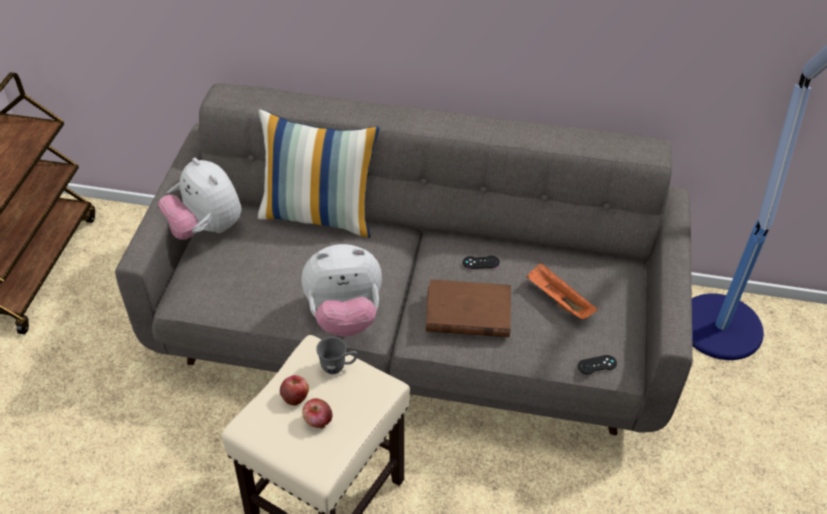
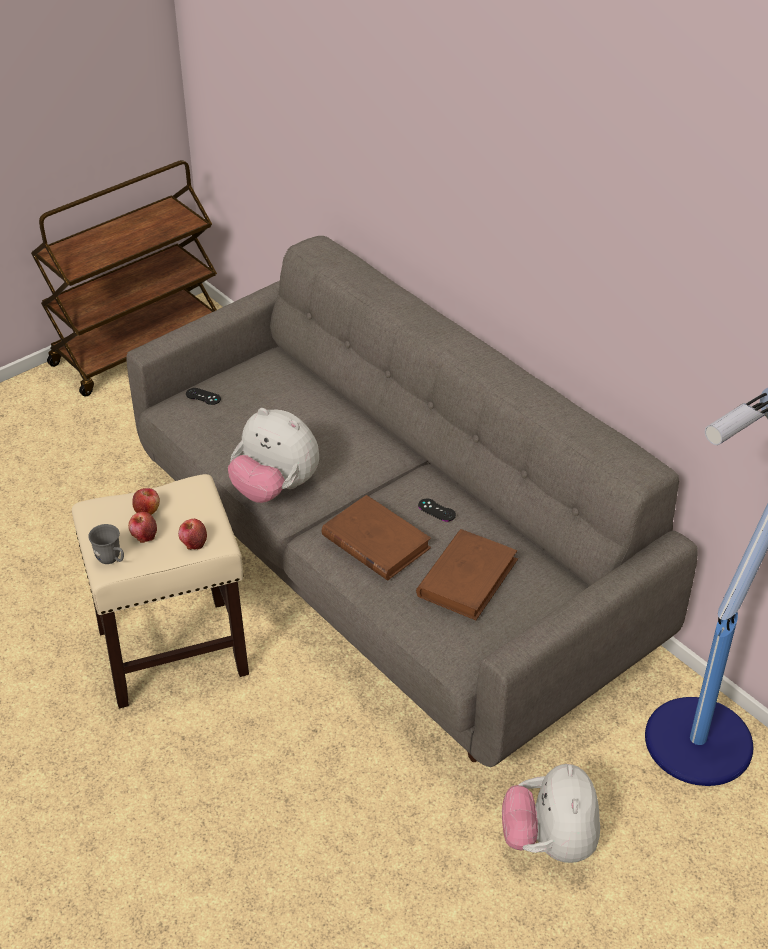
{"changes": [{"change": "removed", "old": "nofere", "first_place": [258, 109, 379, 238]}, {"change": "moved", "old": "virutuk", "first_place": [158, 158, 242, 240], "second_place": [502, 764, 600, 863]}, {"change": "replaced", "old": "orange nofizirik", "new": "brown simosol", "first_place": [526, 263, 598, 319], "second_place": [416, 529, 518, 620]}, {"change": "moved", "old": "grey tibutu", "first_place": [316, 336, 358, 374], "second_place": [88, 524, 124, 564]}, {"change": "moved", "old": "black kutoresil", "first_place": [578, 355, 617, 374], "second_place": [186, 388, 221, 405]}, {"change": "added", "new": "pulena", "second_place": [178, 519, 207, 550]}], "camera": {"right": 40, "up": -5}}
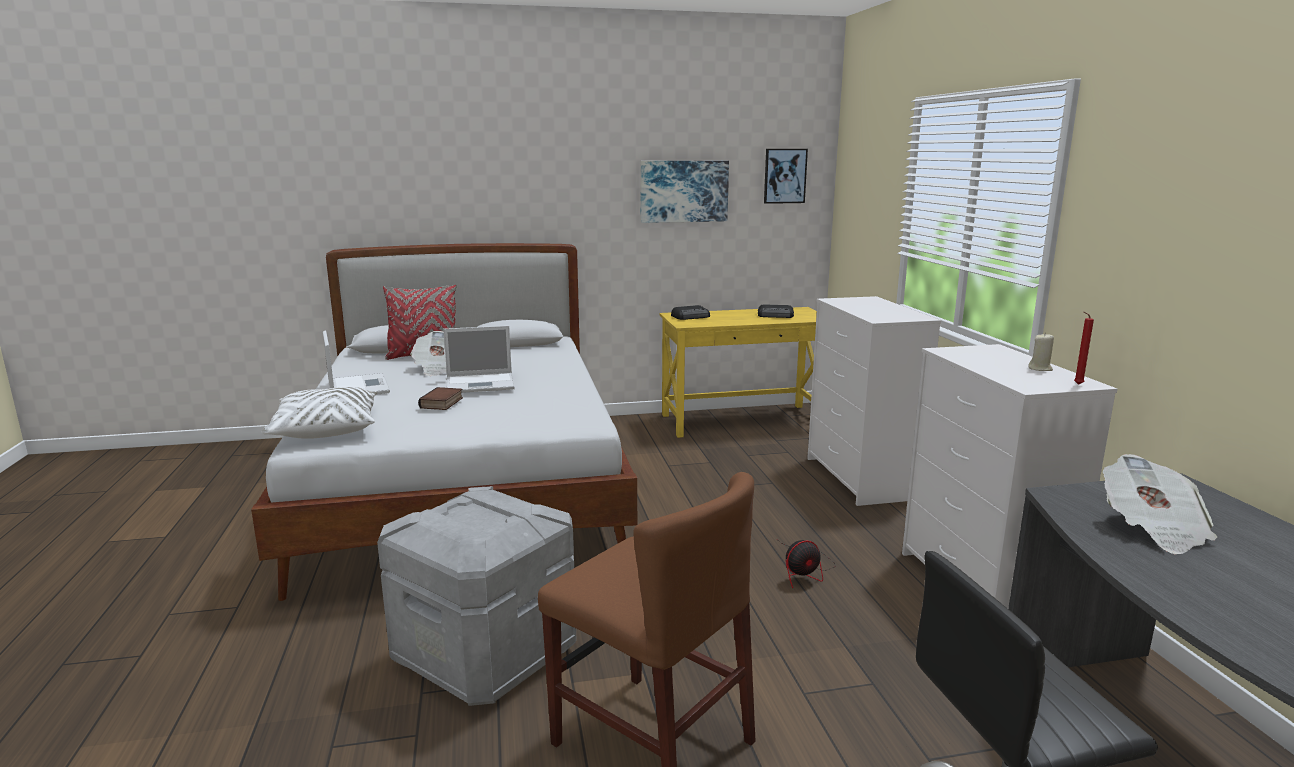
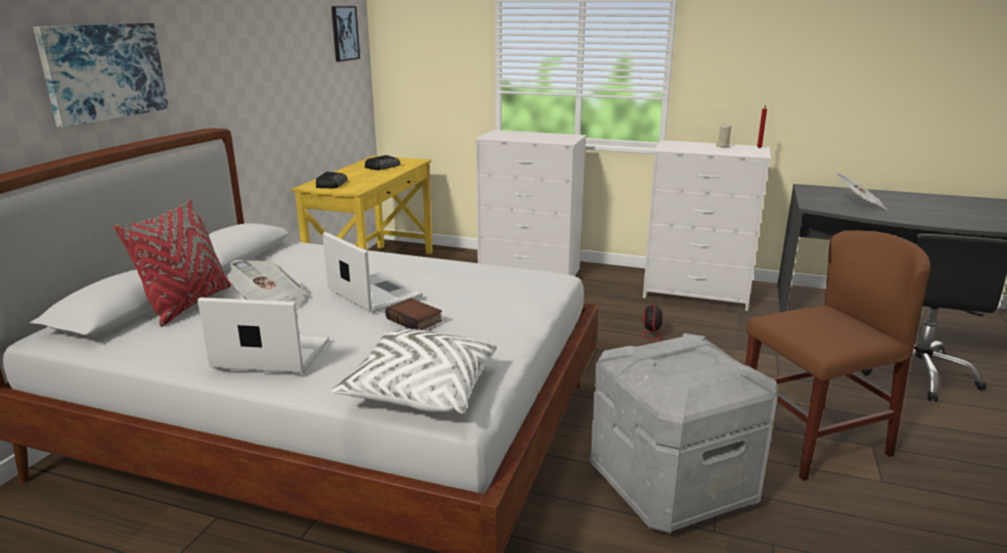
{"changes": [{"change": "moved", "old": "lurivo", "first_place": [640, 161, 729, 223], "second_place": [33, 23, 169, 128]}, {"change": "turned", "old": "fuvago", "first_place": [443, 326, 515, 393], "second_place": [322, 232, 423, 313], "degrees": -60}], "camera": {"right": -60, "up": 5}}
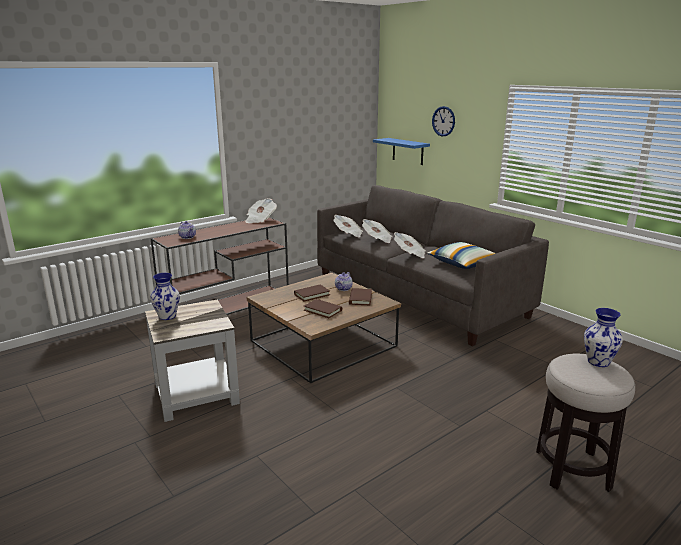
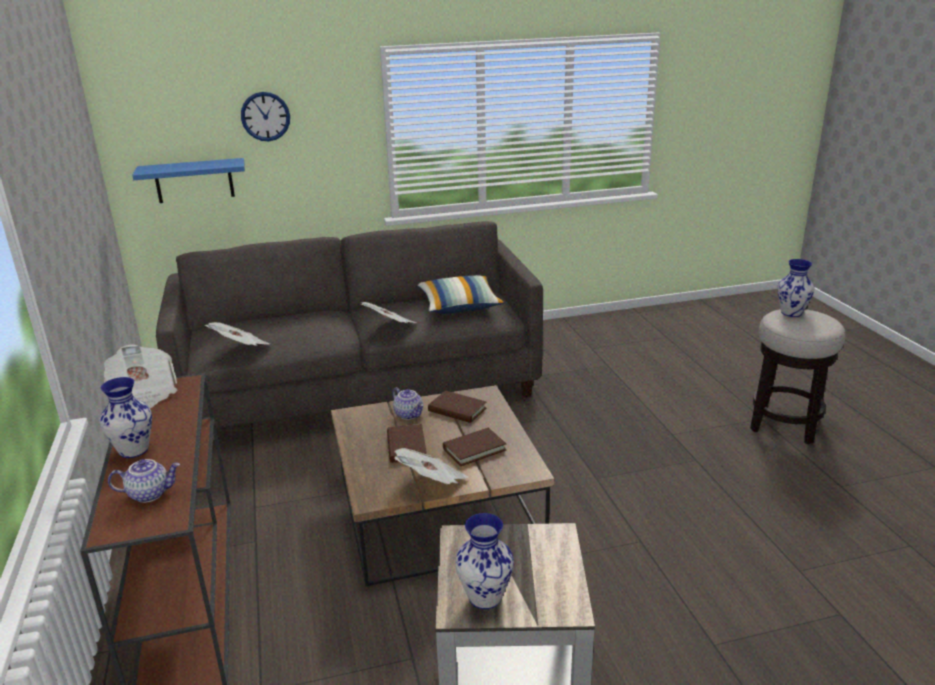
{"changes": [{"change": "moved", "old": "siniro", "first_place": [362, 219, 393, 243], "second_place": [394, 448, 469, 485]}, {"change": "added", "new": "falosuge", "second_place": [99, 377, 152, 458]}], "camera": {"right": -65, "up": 5}}
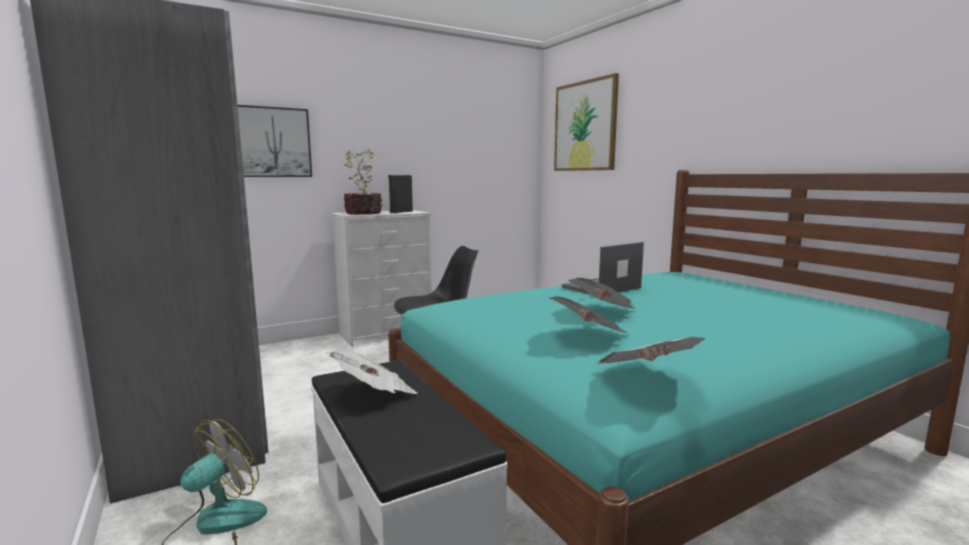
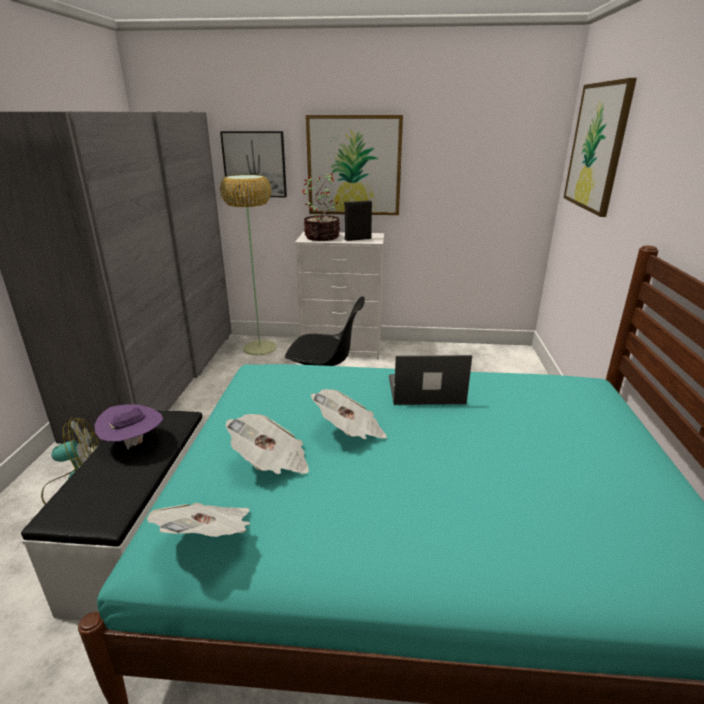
{"changes": [{"change": "replaced", "old": "siniro", "new": "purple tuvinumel", "first_place": [326, 351, 418, 394], "second_place": [94, 404, 163, 450]}, {"change": "added", "new": "lurivo", "second_place": [306, 115, 403, 215]}, {"change": "added", "new": "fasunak", "second_place": [220, 174, 277, 356]}], "camera": {"right": 35, "up": 15}}
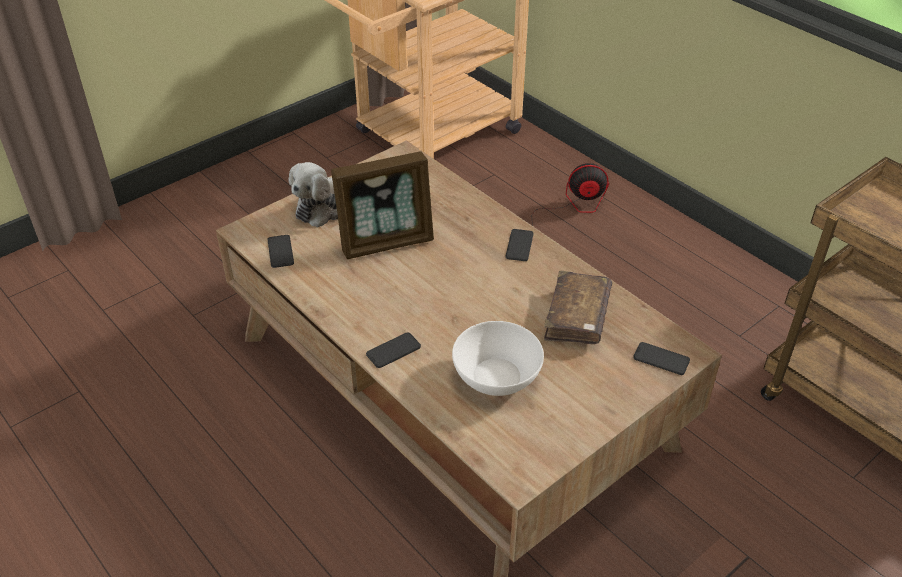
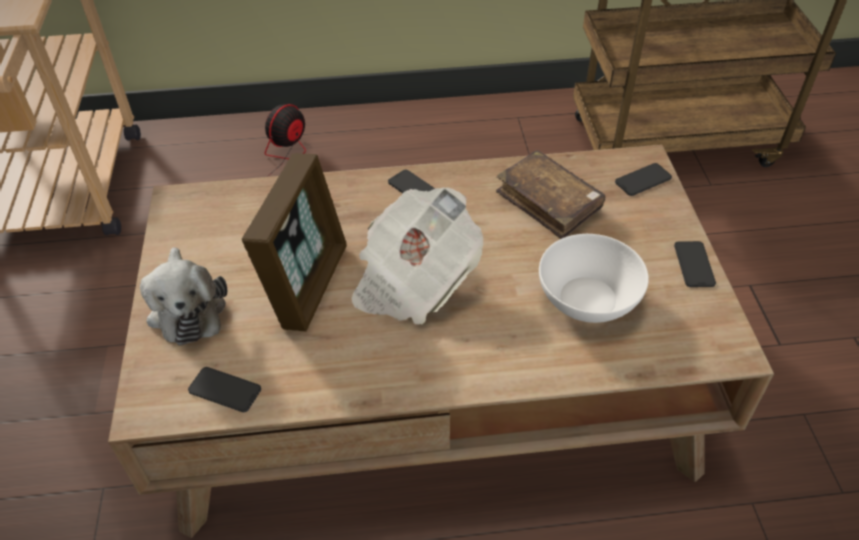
{"changes": [{"change": "moved", "old": "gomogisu", "first_place": [366, 332, 421, 368], "second_place": [674, 241, 716, 287]}, {"change": "added", "new": "siniro", "second_place": [351, 187, 483, 325]}], "camera": {"right": -55, "up": 5}}
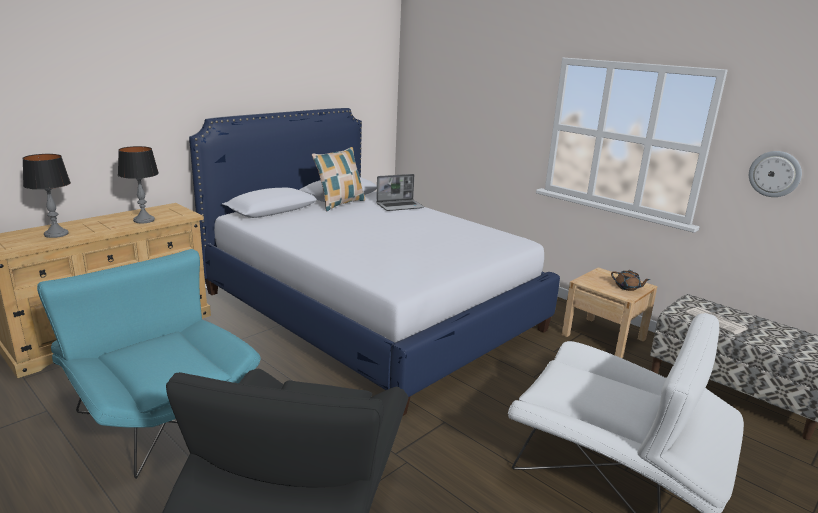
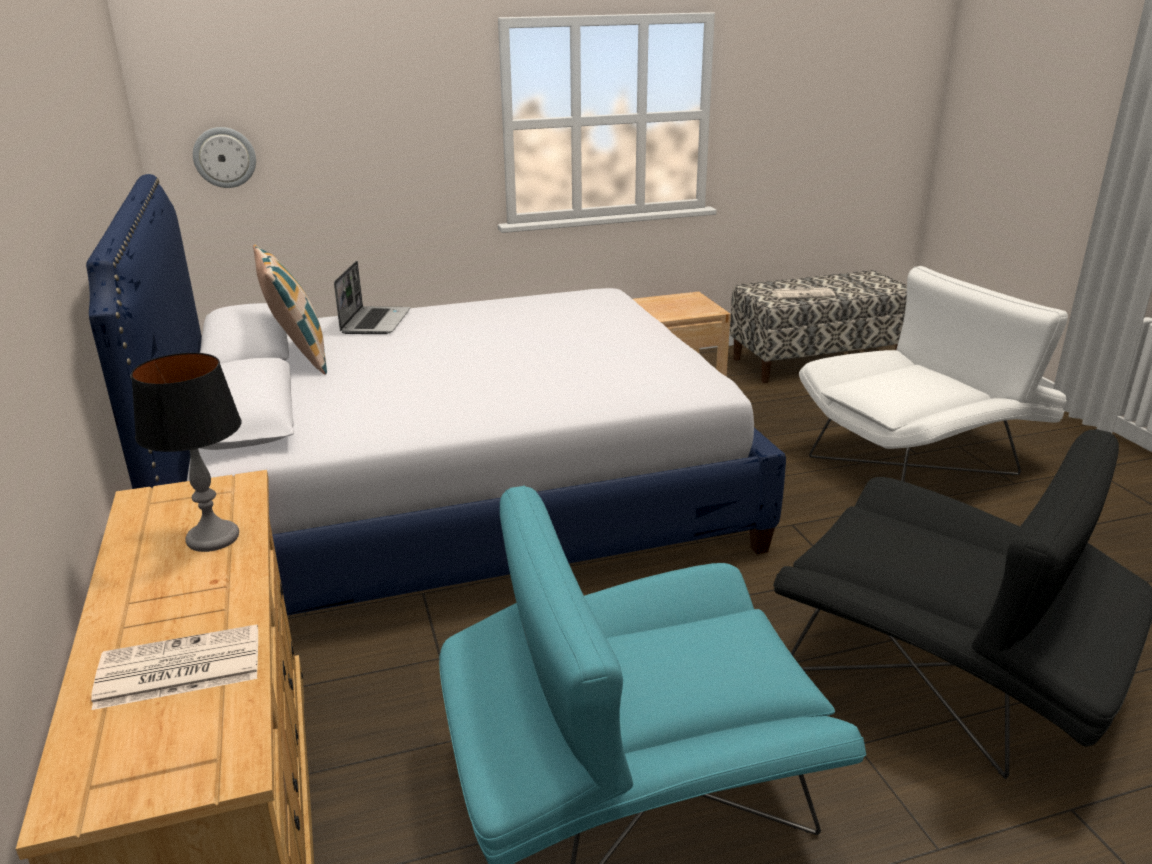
{"changes": [{"change": "moved", "old": "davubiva", "first_place": [749, 151, 802, 197], "second_place": [193, 127, 256, 188]}, {"change": "replaced", "old": "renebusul", "new": "siniro", "first_place": [22, 154, 71, 238], "second_place": [91, 624, 258, 710]}, {"change": "removed", "old": "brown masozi", "first_place": [611, 270, 651, 291]}], "camera": {"right": -60, "up": 5}}
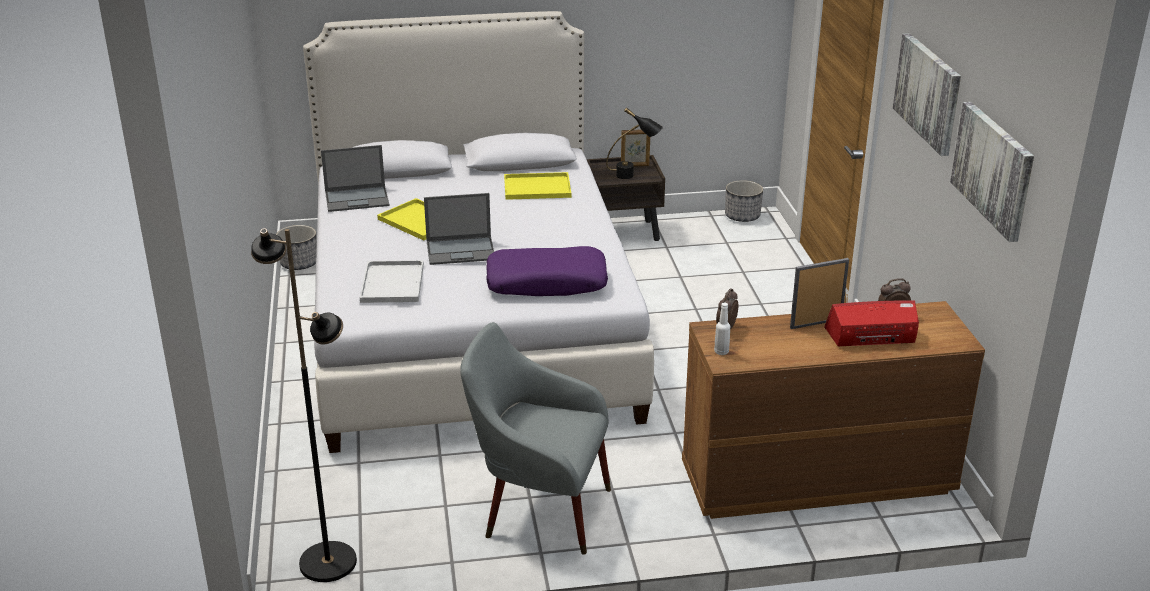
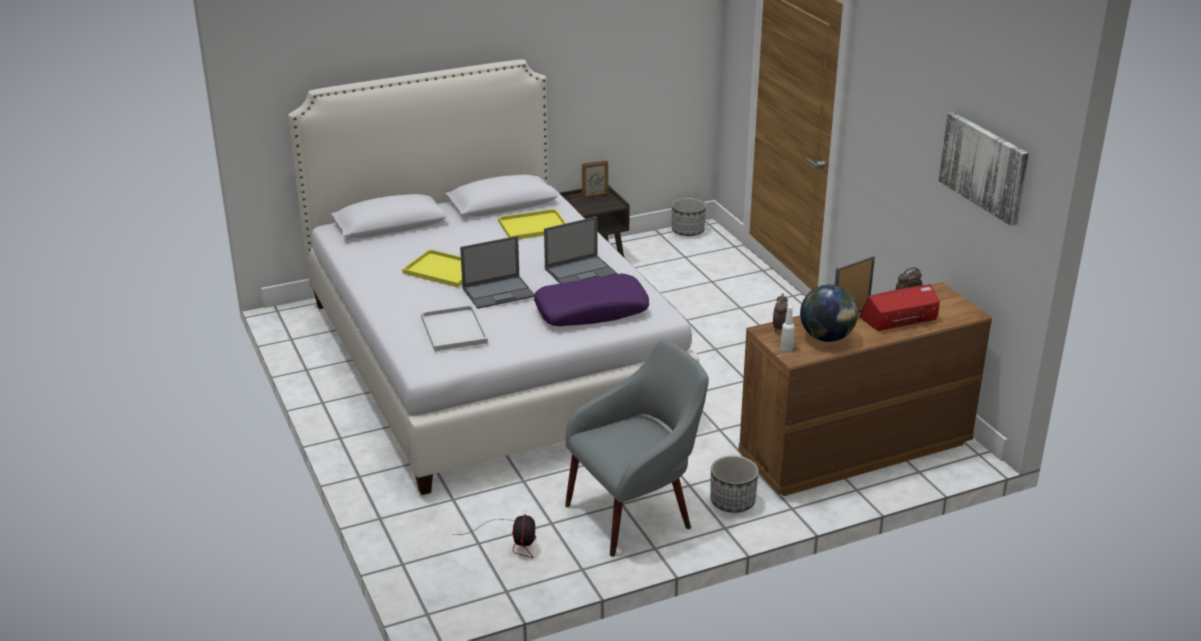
{"changes": [{"change": "removed", "old": "lurivo", "first_place": [893, 33, 961, 156]}, {"change": "removed", "old": "black renebusul", "first_place": [606, 108, 663, 179]}, {"change": "moved", "old": "fuvago", "first_place": [321, 145, 390, 212], "second_place": [544, 216, 617, 283]}, {"change": "moved", "old": "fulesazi", "first_place": [276, 225, 317, 270], "second_place": [710, 456, 759, 513]}, {"change": "removed", "old": "black fasunak", "first_place": [251, 228, 357, 582]}, {"change": "turned", "old": "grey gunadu", "first_place": [460, 322, 611, 555], "second_place": [565, 339, 709, 557], "degrees": 150}, {"change": "added", "new": "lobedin", "second_place": [800, 284, 858, 342]}, {"change": "added", "new": "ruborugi", "second_place": [454, 514, 536, 558]}], "camera": {"right": -15, "up": 0}}
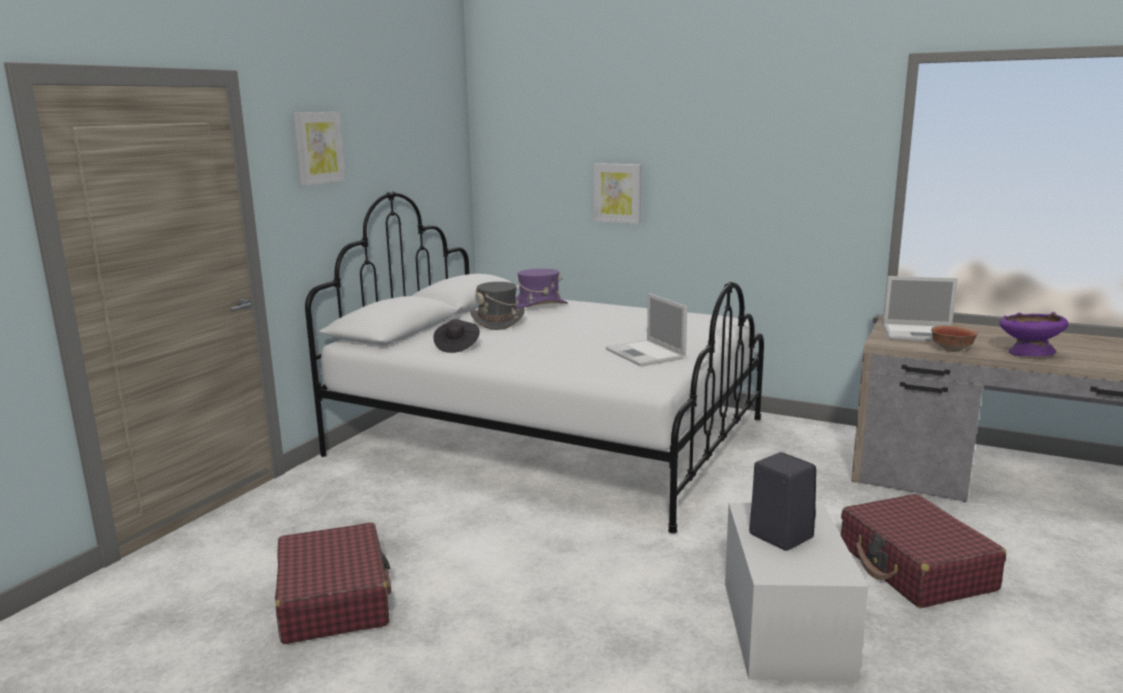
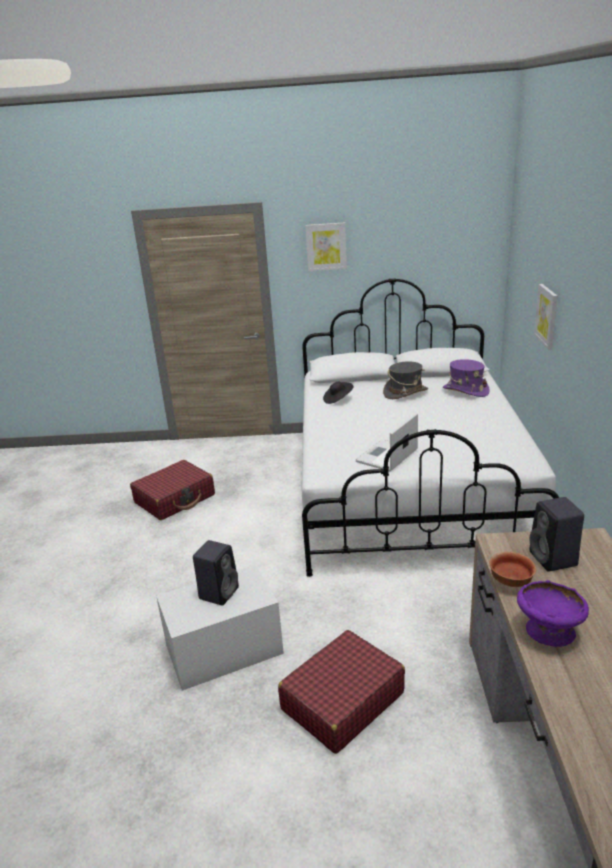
{"changes": [{"change": "replaced", "old": "fuvago", "new": "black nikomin", "first_place": [883, 276, 958, 342], "second_place": [529, 497, 584, 571]}], "camera": {"right": 65, "up": 10}}
